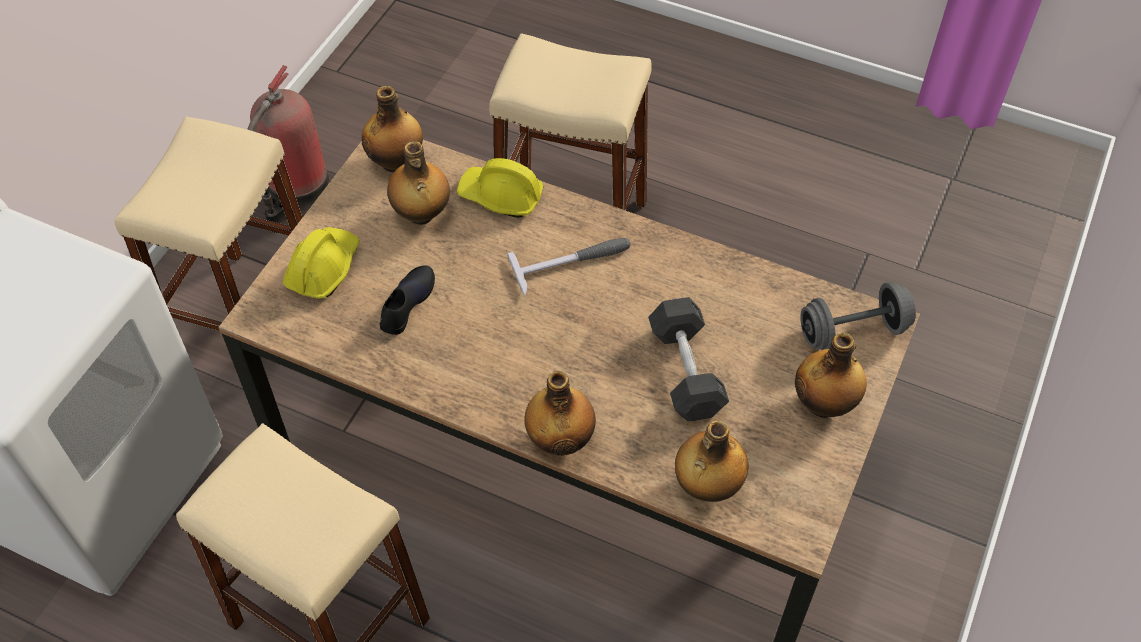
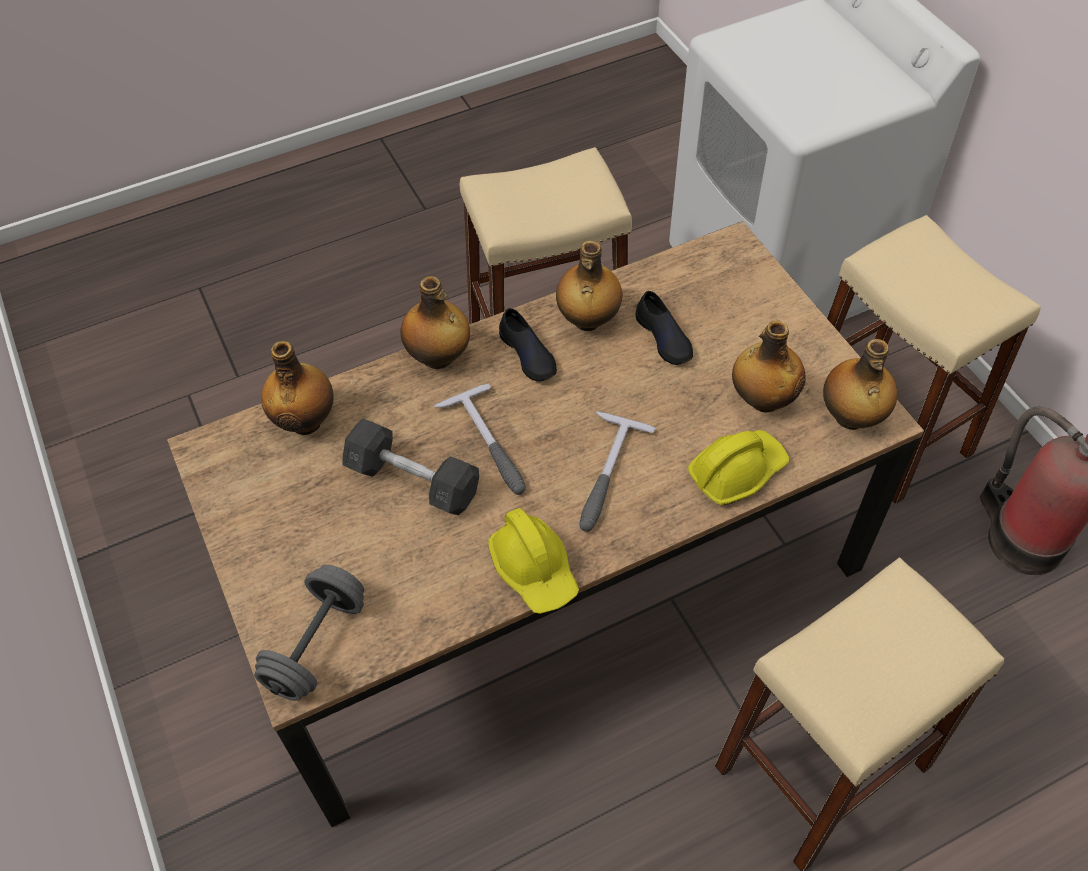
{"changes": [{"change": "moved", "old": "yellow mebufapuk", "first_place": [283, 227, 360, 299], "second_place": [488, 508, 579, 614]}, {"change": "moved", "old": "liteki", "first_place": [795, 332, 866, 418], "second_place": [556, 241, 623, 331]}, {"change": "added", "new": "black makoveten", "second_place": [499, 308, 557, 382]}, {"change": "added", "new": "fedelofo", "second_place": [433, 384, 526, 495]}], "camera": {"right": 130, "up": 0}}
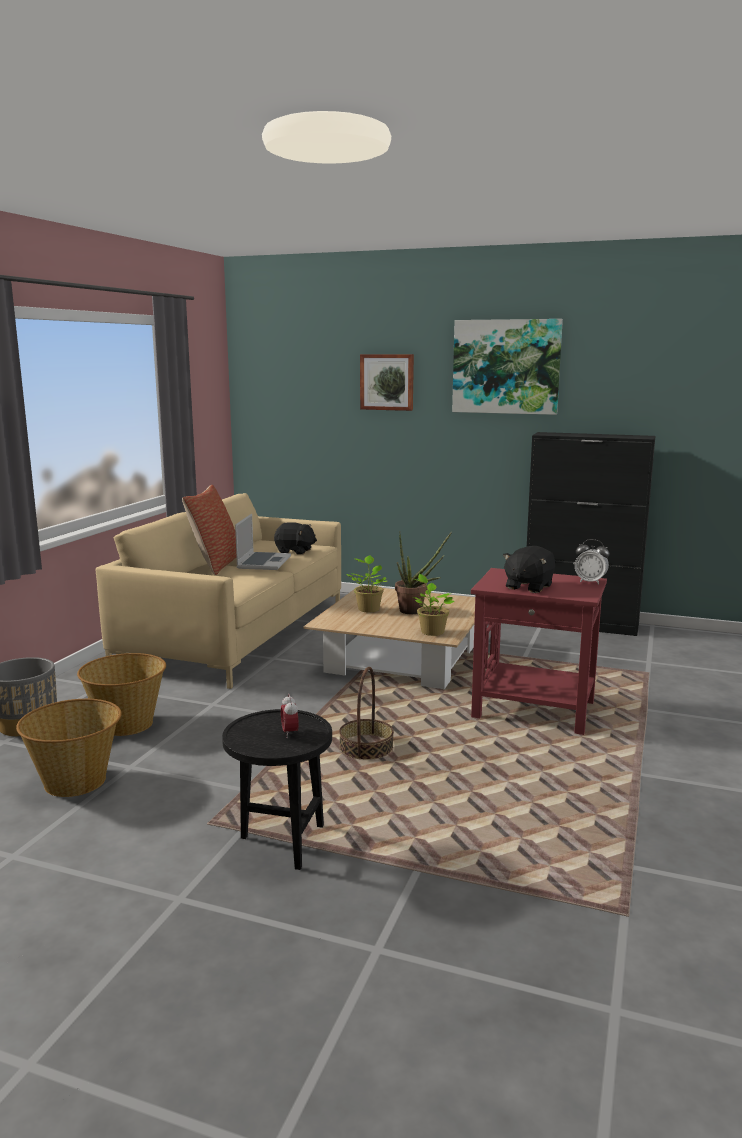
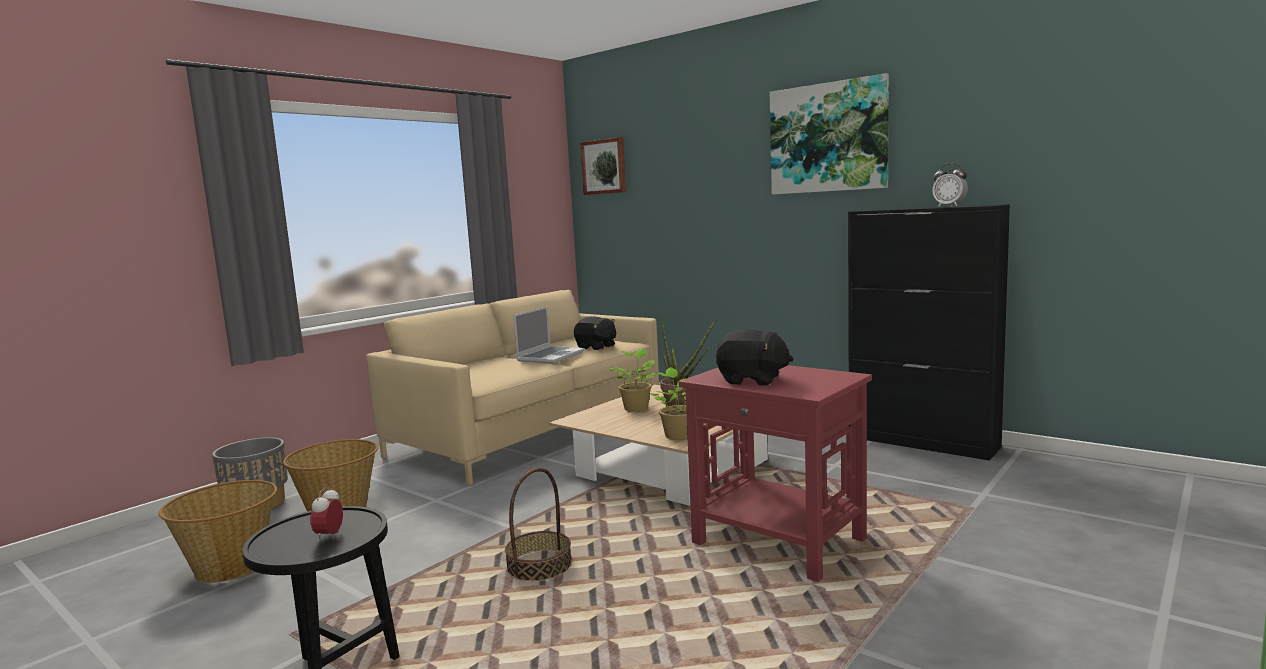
{"changes": [{"change": "moved", "old": "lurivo", "first_place": [360, 354, 414, 411], "second_place": [580, 137, 626, 195]}, {"change": "removed", "old": "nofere", "first_place": [182, 485, 237, 575]}, {"change": "moved", "old": "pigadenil", "first_place": [575, 539, 609, 585], "second_place": [932, 163, 968, 207]}, {"change": "turned", "old": "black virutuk", "first_place": [502, 546, 555, 593], "second_place": [716, 329, 793, 386], "degrees": -120}], "camera": {"right": 20, "up": -5}}
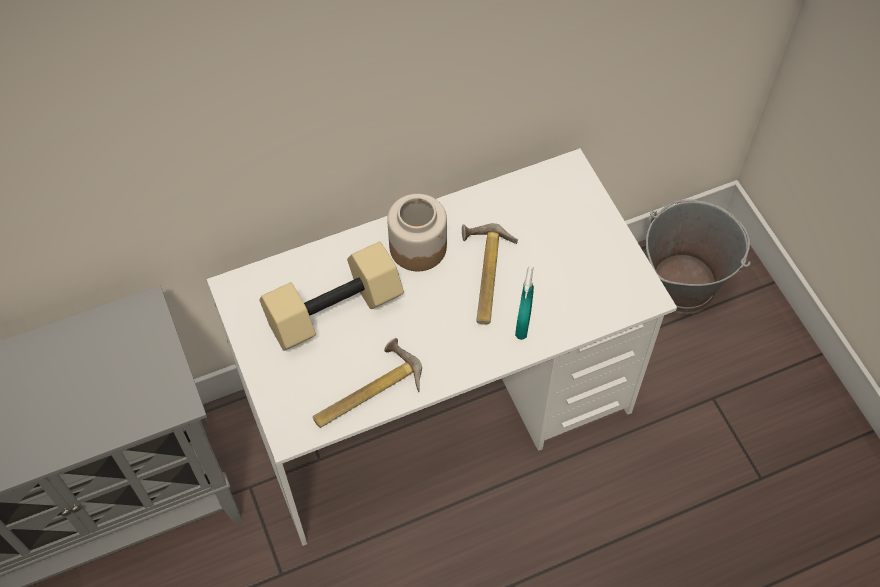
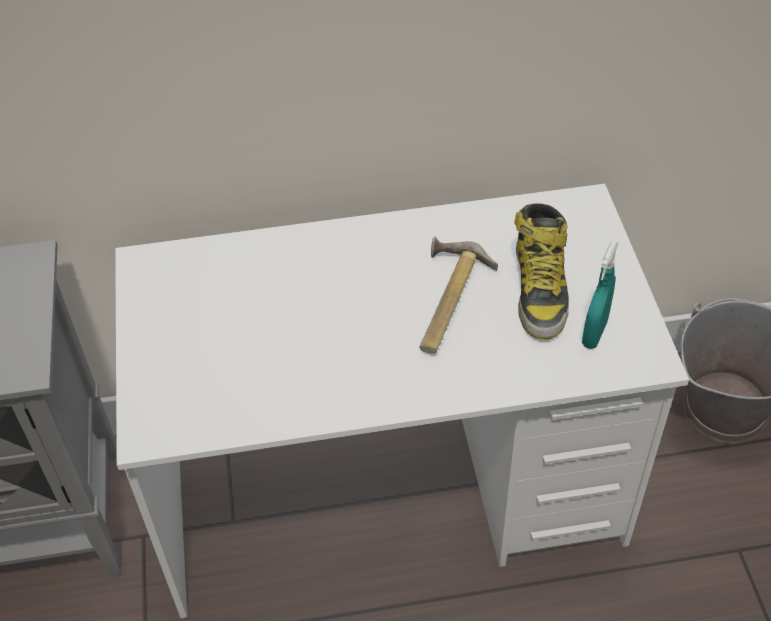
{"changes": [{"change": "removed", "old": "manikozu", "first_place": [387, 194, 447, 271]}, {"change": "removed", "old": "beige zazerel", "first_place": [259, 241, 404, 351]}, {"change": "moved", "old": "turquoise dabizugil", "first_place": [515, 266, 534, 340], "second_place": [582, 241, 619, 349]}, {"change": "removed", "old": "fedelofo", "first_place": [313, 338, 422, 428]}, {"change": "added", "new": "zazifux", "second_place": [514, 203, 569, 339]}], "camera": {"right": 15, "up": -10}}
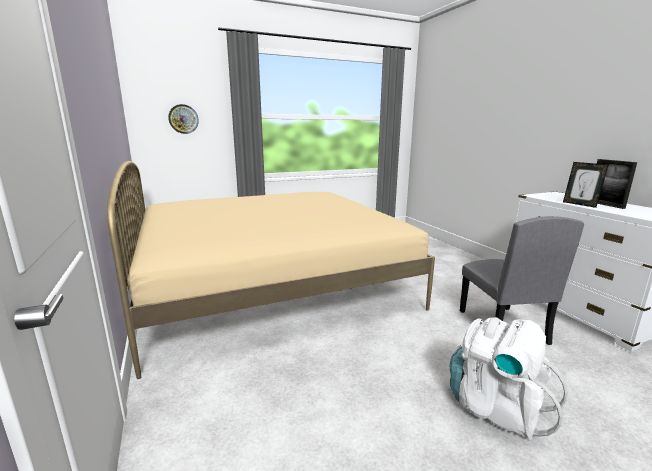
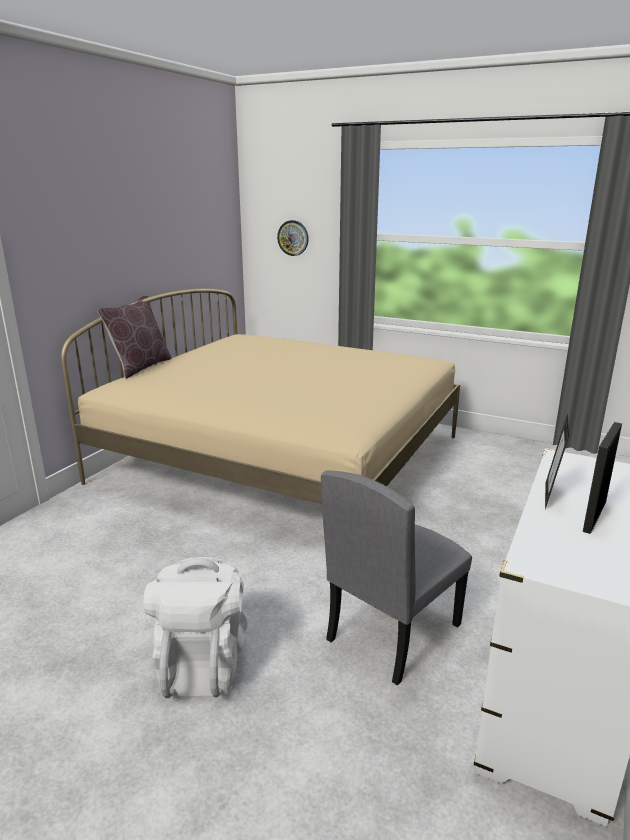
{"changes": [{"change": "added", "new": "brown nofere", "second_place": [98, 296, 172, 379]}], "camera": {"right": 50, "up": 5}}
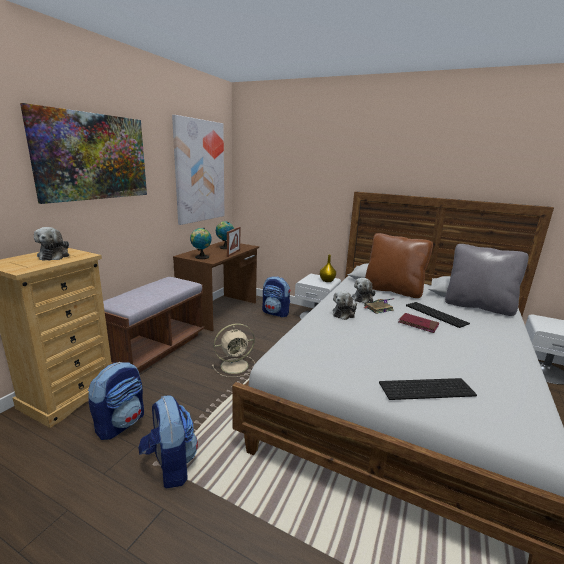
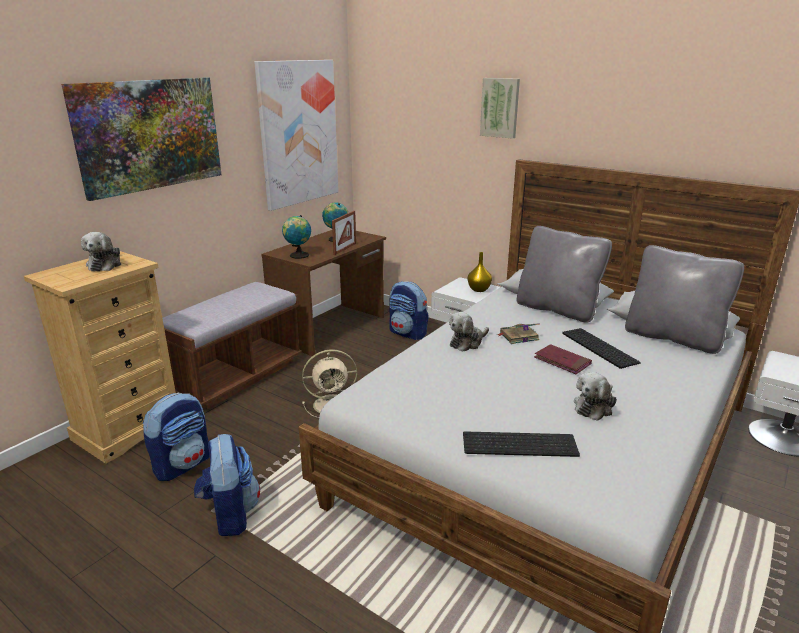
{"changes": [{"change": "recoloured", "old": "brown nofere", "new": "grey nofere", "first_place": [365, 233, 433, 298], "second_place": [516, 226, 612, 323]}, {"change": "moved", "old": "virutuk", "first_place": [352, 278, 376, 303], "second_place": [574, 372, 617, 421]}, {"change": "added", "new": "lurivo", "second_place": [480, 78, 520, 139]}], "camera": {"right": 10, "up": 5}}
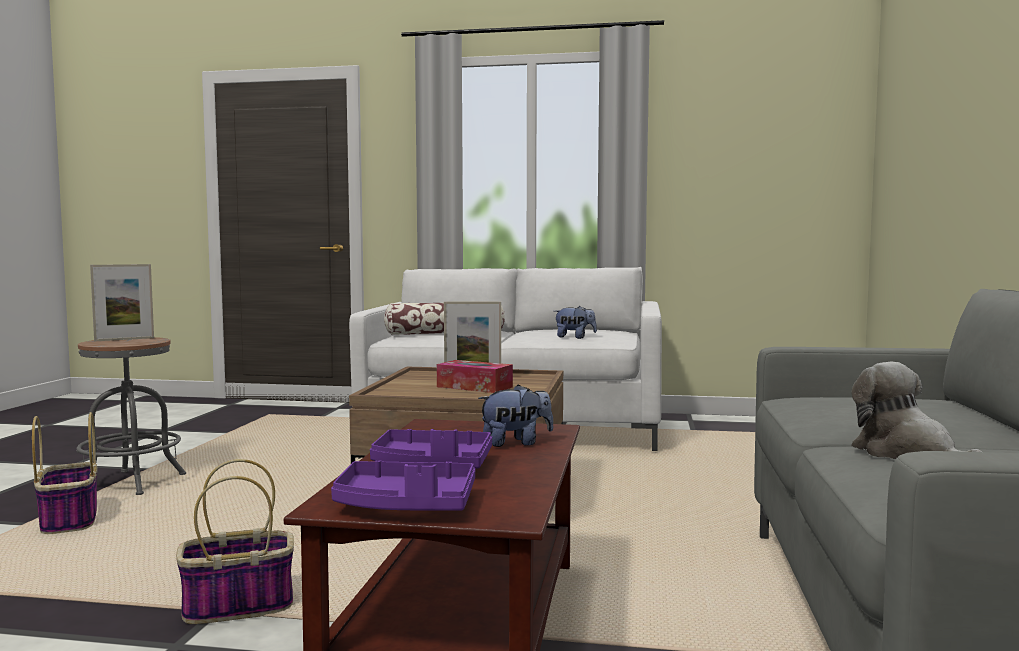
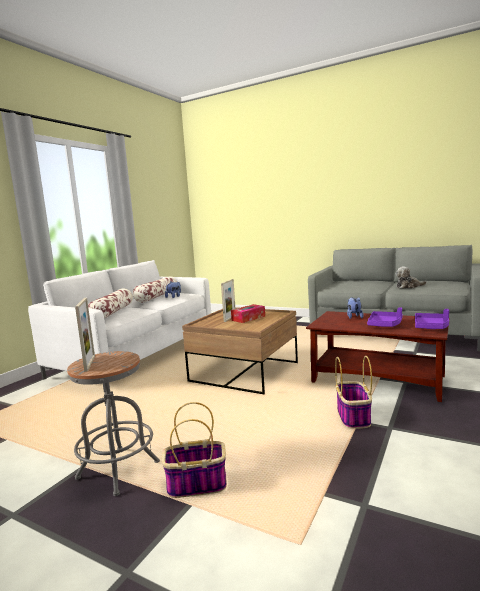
{"changes": [{"change": "added", "new": "nofere", "second_place": [133, 276, 177, 303]}], "camera": {"right": -70, "up": 5}}
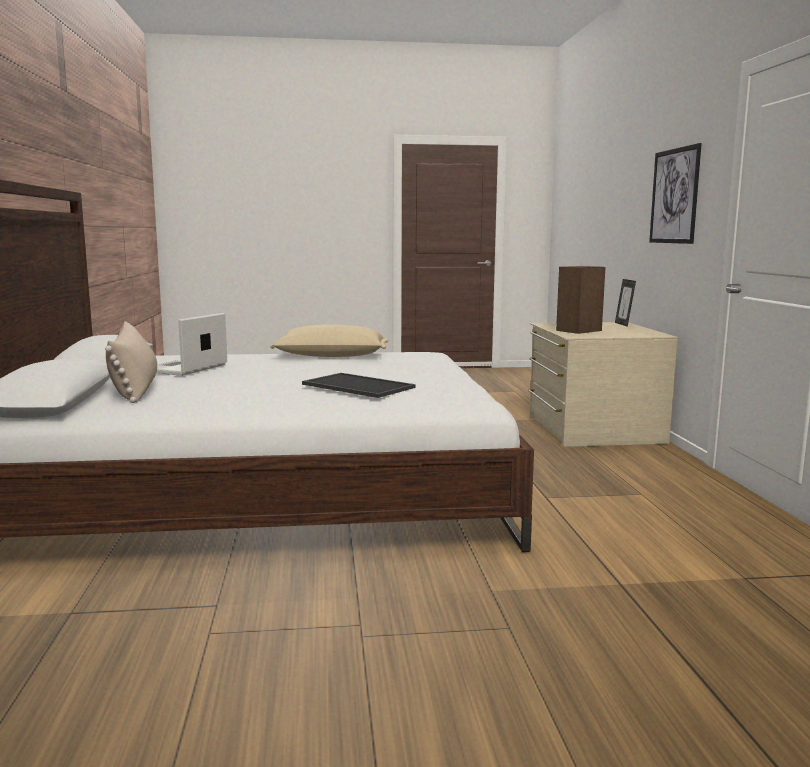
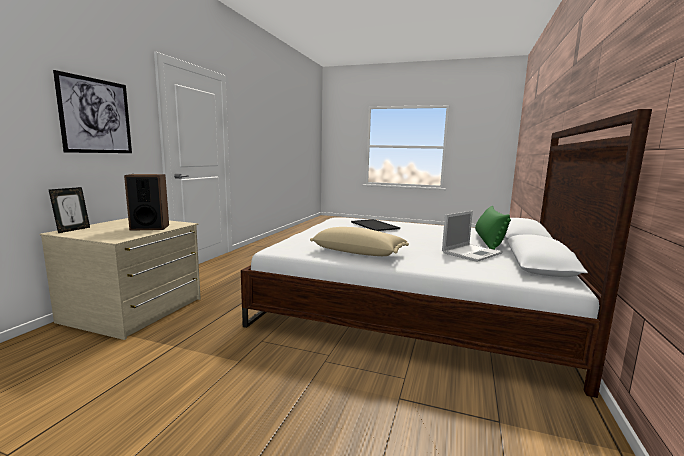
{"changes": [{"change": "recoloured", "old": "beige nofere", "new": "green nofere", "first_place": [105, 321, 157, 403], "second_place": [475, 206, 511, 250]}], "camera": {"right": -155, "up": 0}}
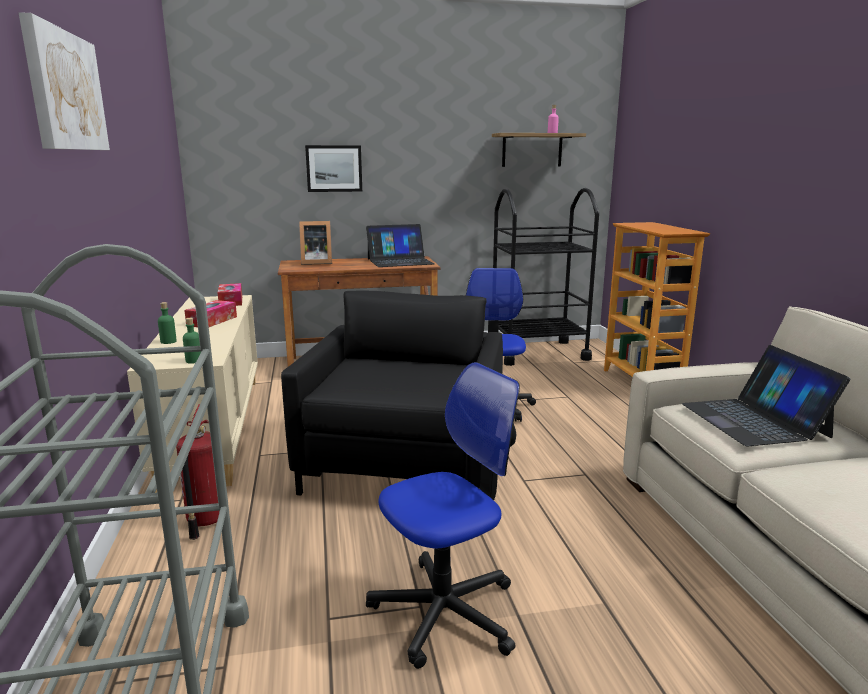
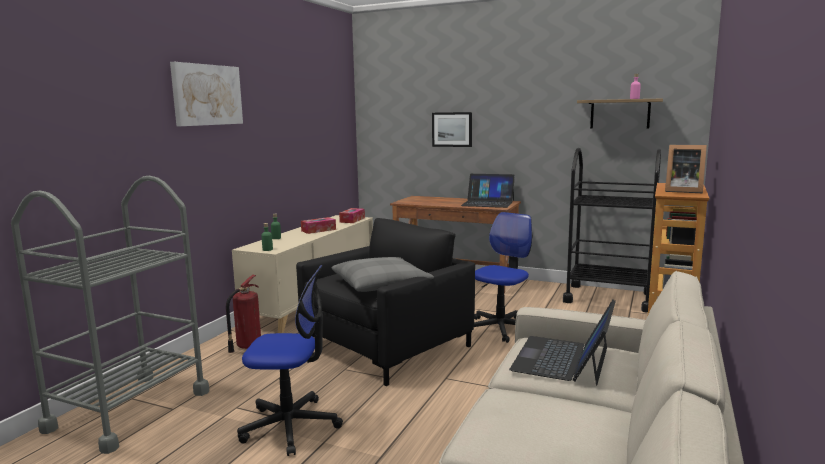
{"changes": [{"change": "moved", "old": "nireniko", "first_place": [299, 221, 332, 265], "second_place": [665, 145, 707, 193]}, {"change": "added", "new": "grey nofere", "second_place": [332, 257, 434, 292]}], "camera": {"right": 35, "up": -5}}
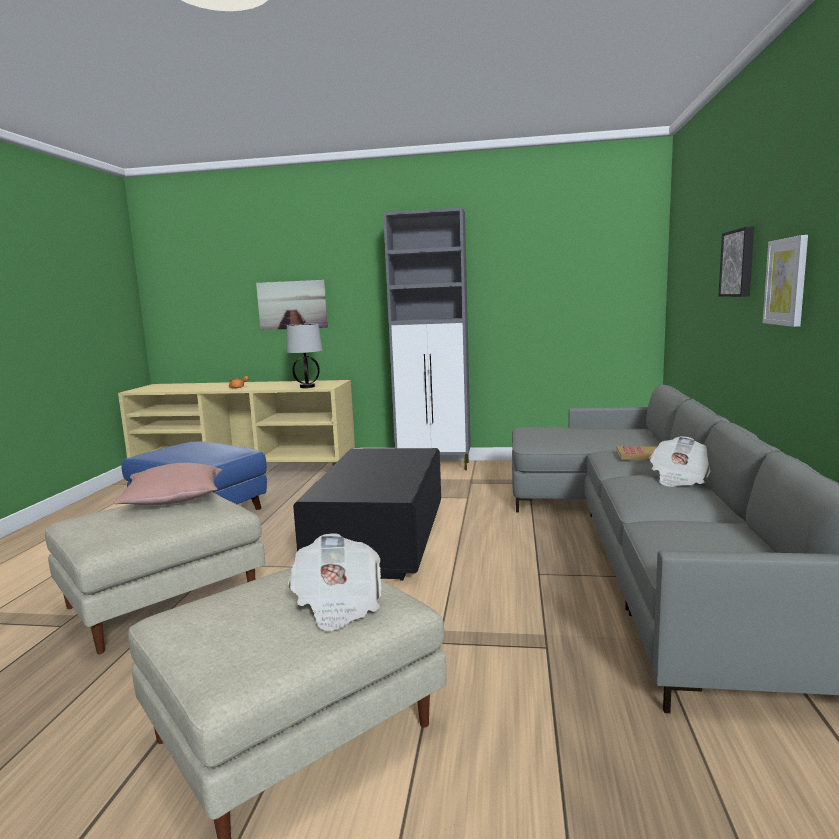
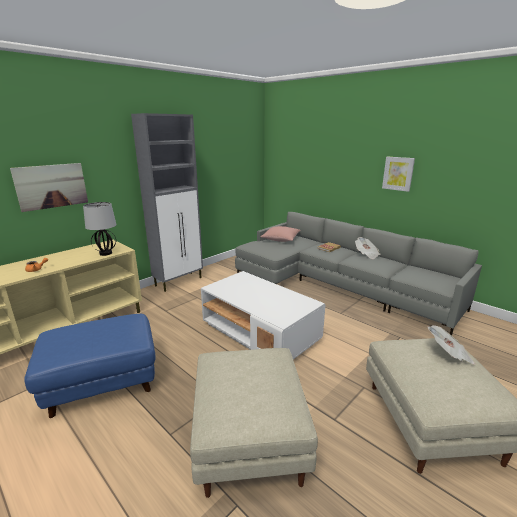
{"changes": [{"change": "removed", "old": "lurivo", "first_place": [718, 227, 754, 297]}, {"change": "recoloured", "old": "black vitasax", "new": "white vitasax", "first_place": [293, 448, 441, 581], "second_place": [201, 271, 325, 359]}, {"change": "moved", "old": "pink nofere", "first_place": [113, 463, 222, 505], "second_place": [261, 226, 301, 242]}], "camera": {"right": -55, "up": 10}}
